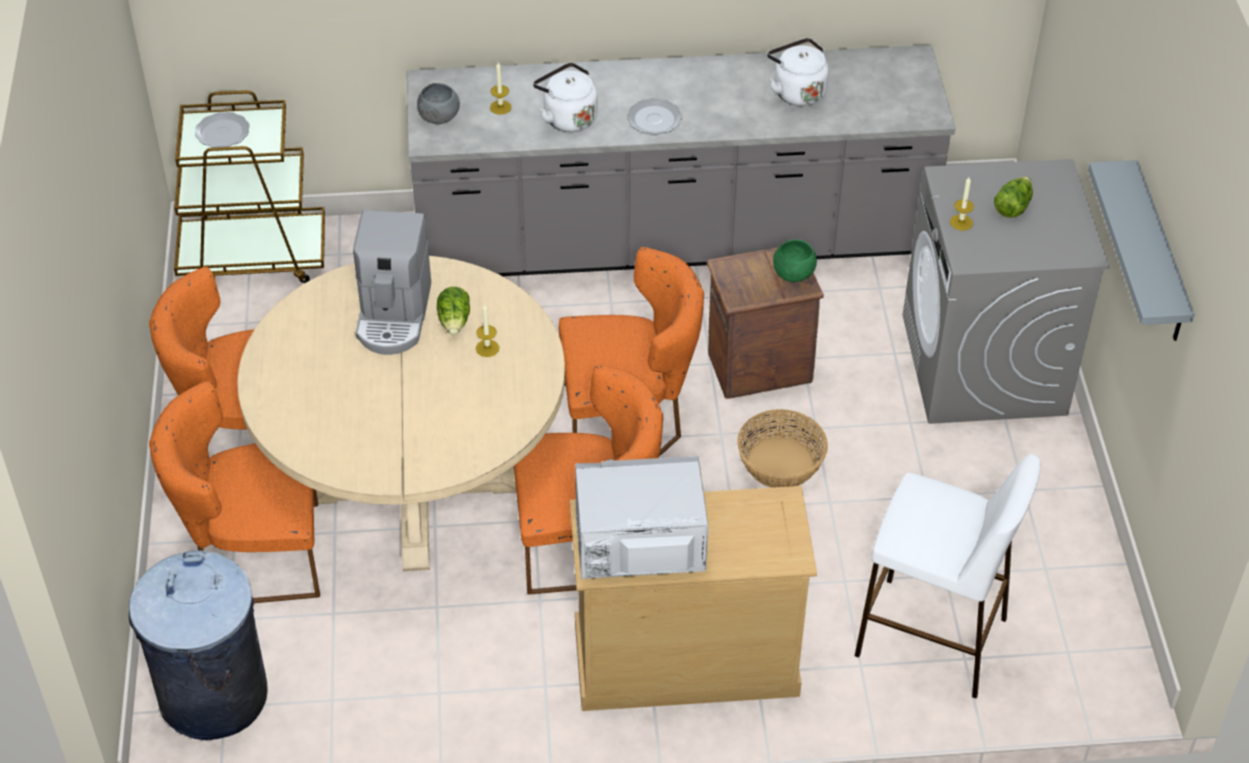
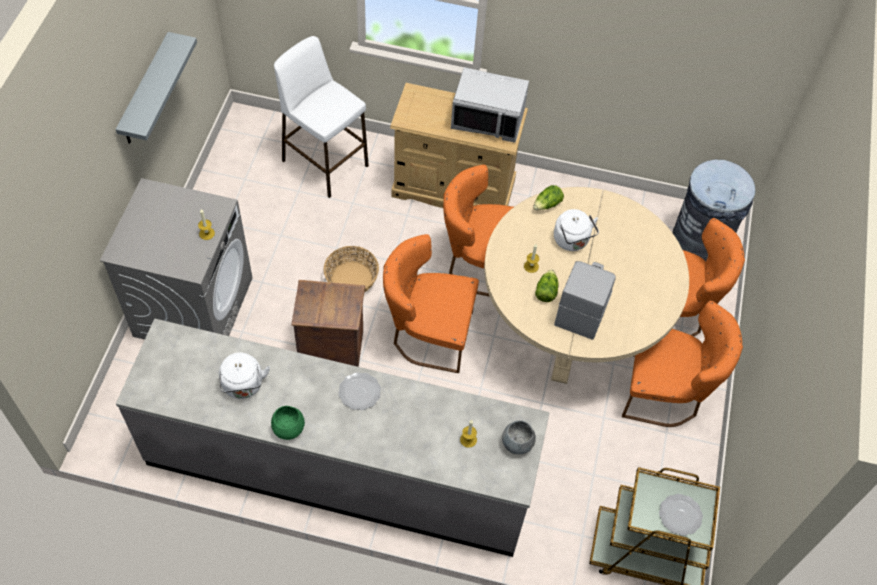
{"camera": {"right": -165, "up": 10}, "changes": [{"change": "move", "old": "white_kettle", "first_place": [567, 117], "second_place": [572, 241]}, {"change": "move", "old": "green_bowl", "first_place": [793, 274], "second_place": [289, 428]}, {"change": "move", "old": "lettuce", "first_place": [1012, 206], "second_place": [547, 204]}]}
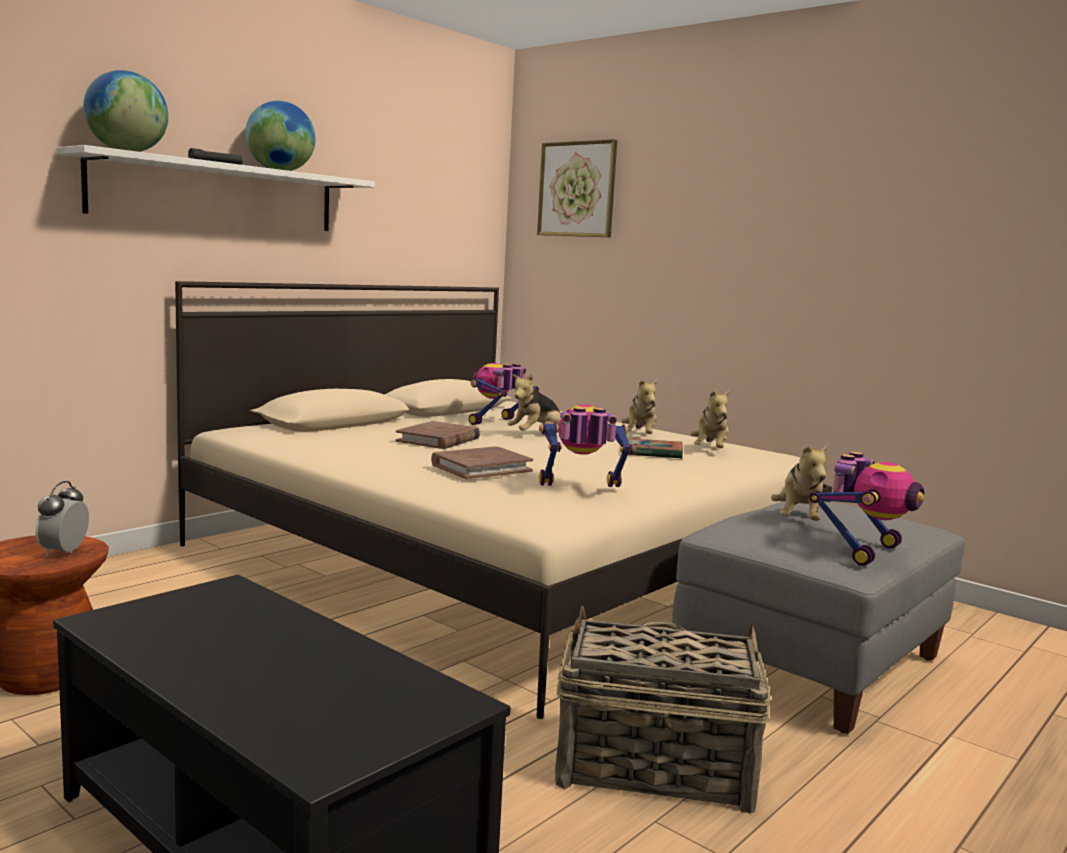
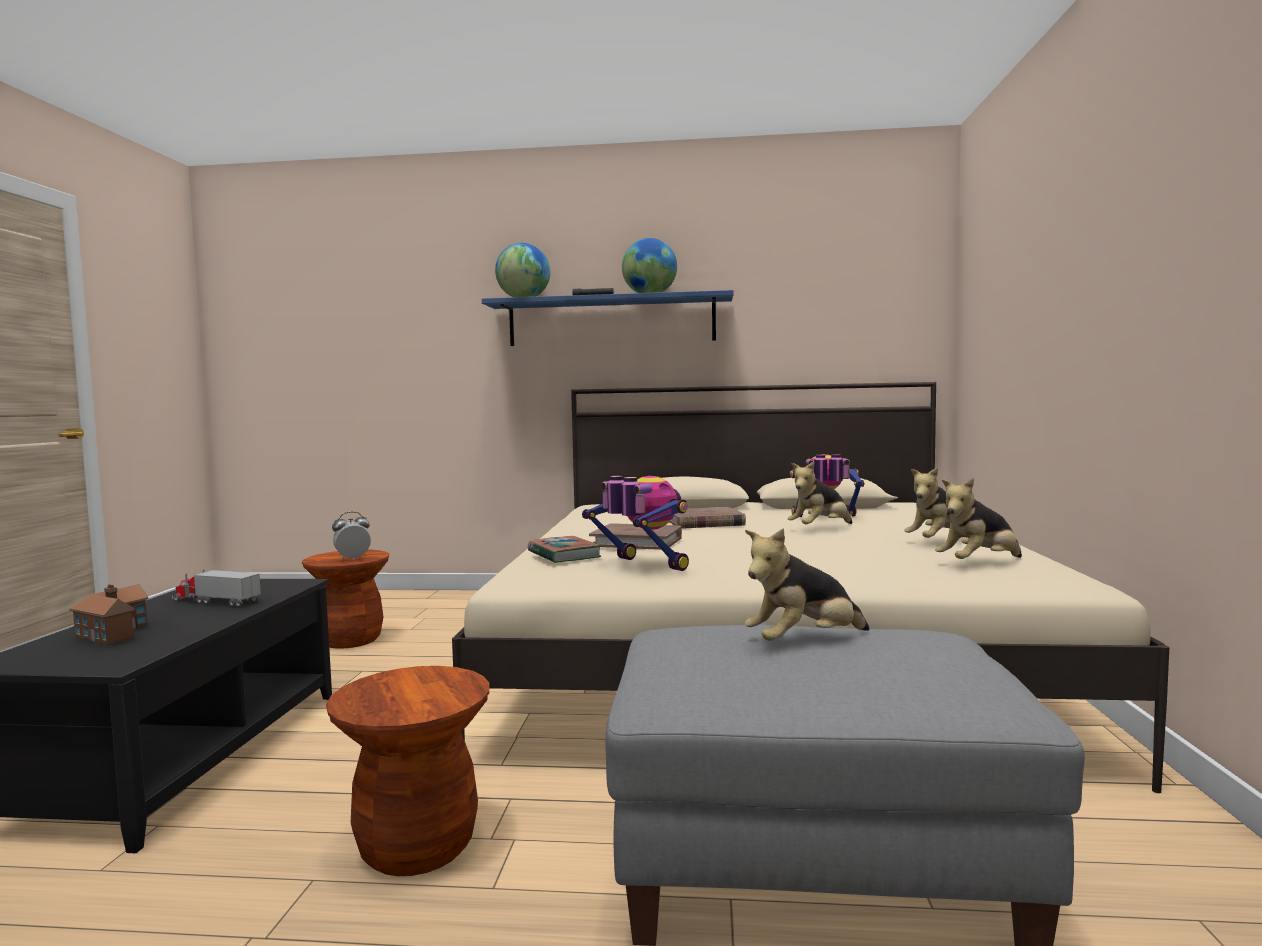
{"camera": {"right": 55, "up": -5}, "changes": [{"change": "recolor", "old": "white_shelf", "new": "blue_shelf", "first_place": [217, 195], "second_place": [611, 321]}, {"change": "rotate", "old": "plush_toy", "first_place": [536, 434], "second_place": [820, 529], "degrees": -45}, {"change": "delete", "old": "picture", "first_place": [577, 189]}, {"change": "replace", "old": "basket", "new": "brown_stool", "first_place": [652, 767], "second_place": [417, 847]}, {"change": "move", "old": "book", "first_place": [653, 453], "second_place": [564, 555]}, {"change": "delete", "old": "toy_robot", "first_place": [863, 552]}, {"change": "insert", "new": "toy_house", "second_place": [113, 633]}, {"change": "insert", "new": "toy_truck", "second_place": [215, 601]}]}
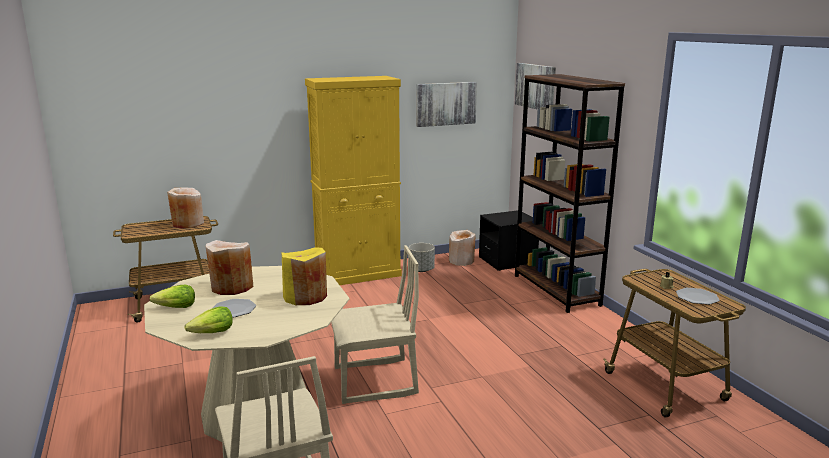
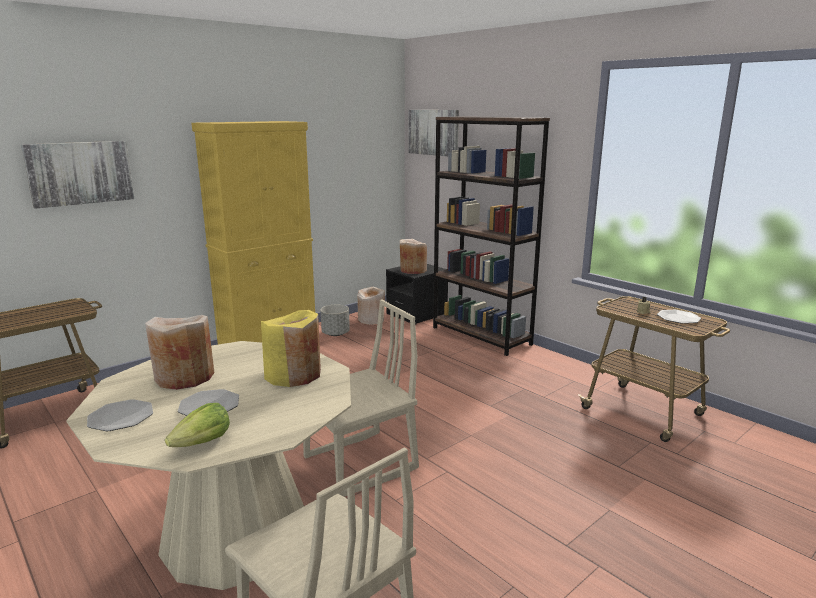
{"camera": {"right": -20, "up": 0}, "changes": [{"change": "replace", "old": "lettuce", "new": "plate", "first_place": [176, 308], "second_place": [121, 417]}, {"change": "move", "old": "beige_vase", "first_place": [187, 224], "second_place": [413, 270]}, {"change": "move", "old": "picture", "first_place": [446, 104], "second_place": [80, 173]}]}
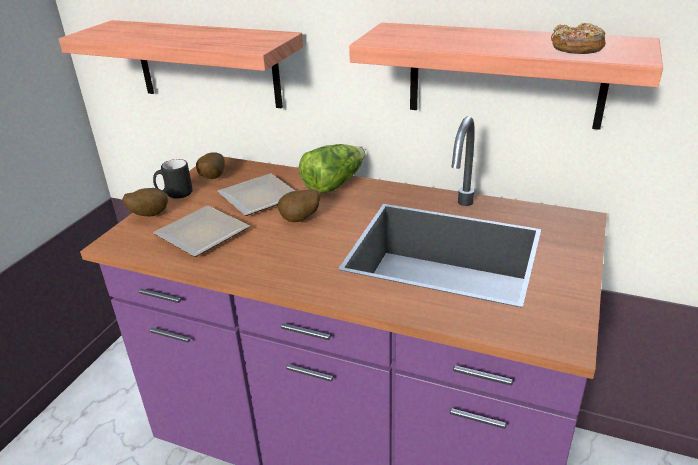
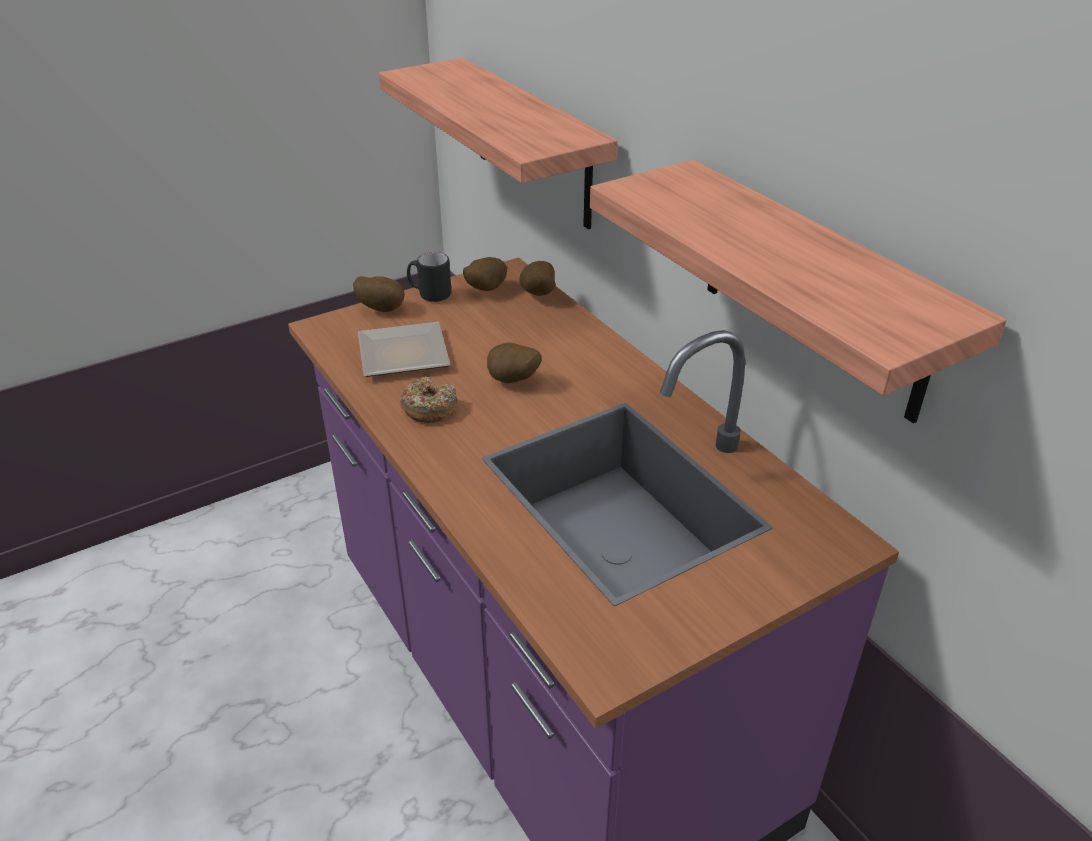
{"camera": {"right": 35, "up": 5}, "changes": [{"change": "delete", "old": "plate", "first_place": [262, 198]}, {"change": "delete", "old": "lettuce", "first_place": [333, 183]}, {"change": "move", "old": "donut", "first_place": [576, 48], "second_place": [429, 408]}, {"change": "insert", "new": "potato", "second_place": [537, 295]}]}
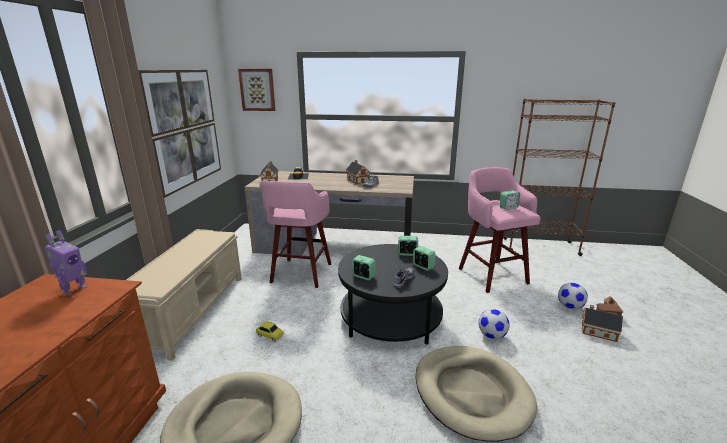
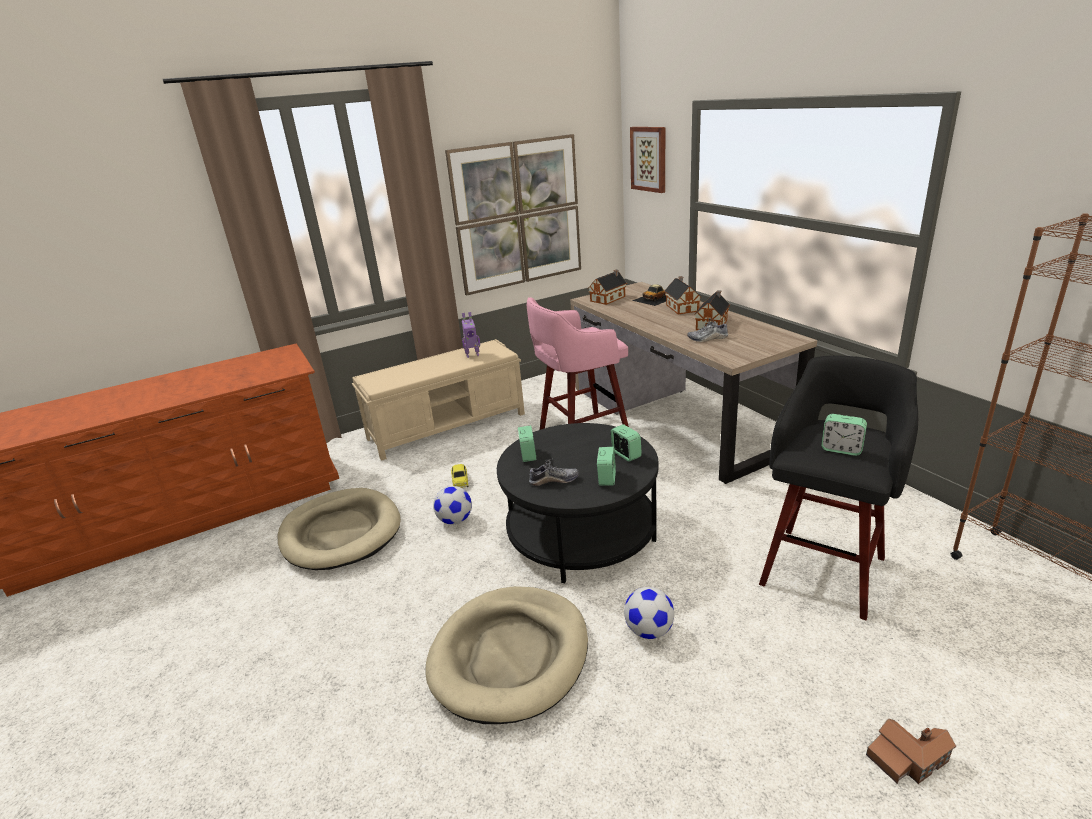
{"camera": {"right": 55, "up": 5}, "changes": [{"change": "move", "old": "toy_robot", "first_place": [74, 290], "second_place": [472, 355]}, {"change": "recolor", "old": "pink_stool", "new": "black_stool", "first_place": [491, 275], "second_place": [824, 568]}, {"change": "move", "old": "football", "first_place": [570, 307], "second_place": [455, 520]}, {"change": "move", "old": "toy_house", "first_place": [597, 331], "second_place": [682, 307]}]}
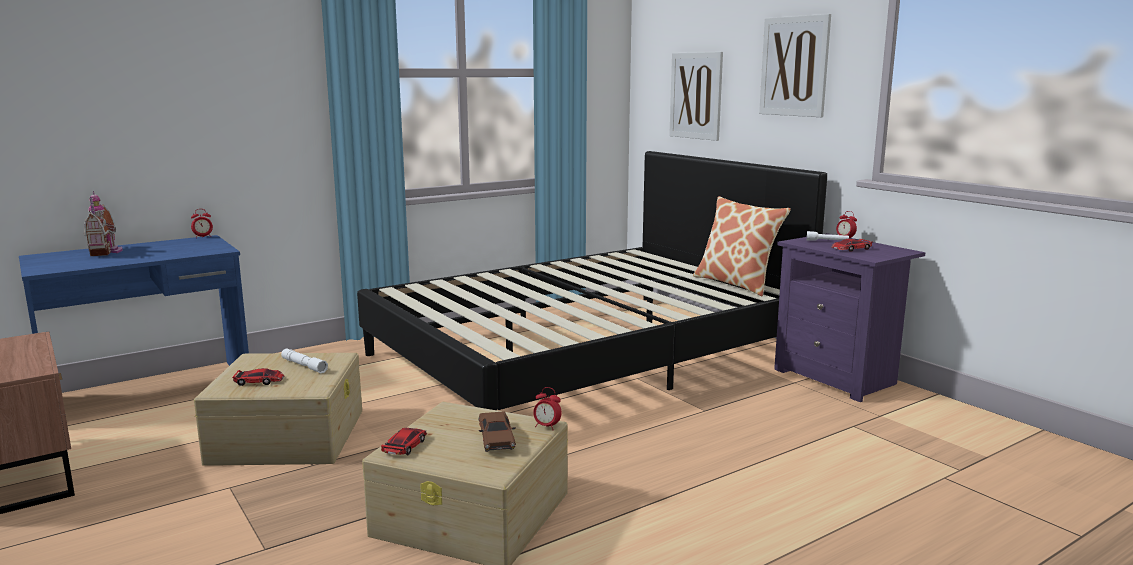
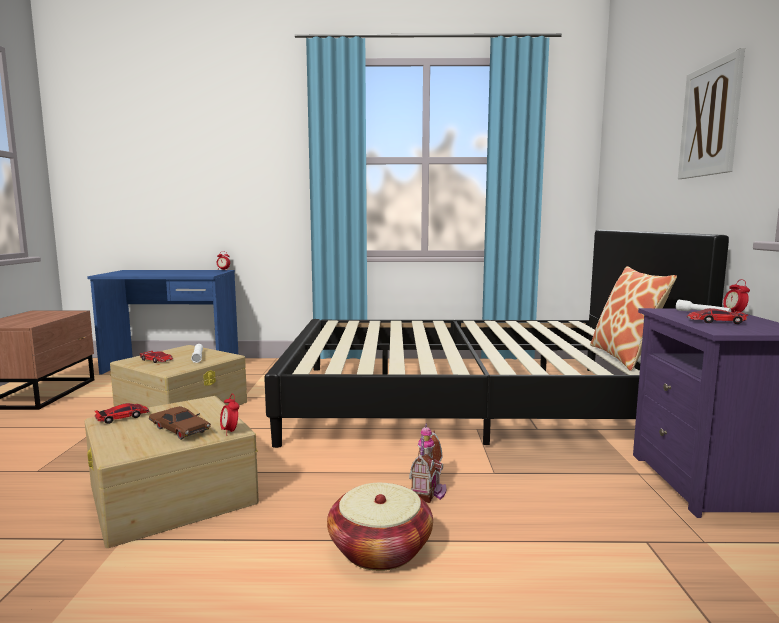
{"camera": {"right": 35, "up": -5}, "changes": [{"change": "move", "old": "toy_house", "first_place": [107, 251], "second_place": [430, 492]}, {"change": "rotate", "old": "brown_toy_car", "first_place": [496, 439], "second_place": [179, 430], "degrees": -75}, {"change": "delete", "old": "picture", "first_place": [696, 95]}, {"change": "insert", "new": "basket", "second_place": [380, 549]}]}
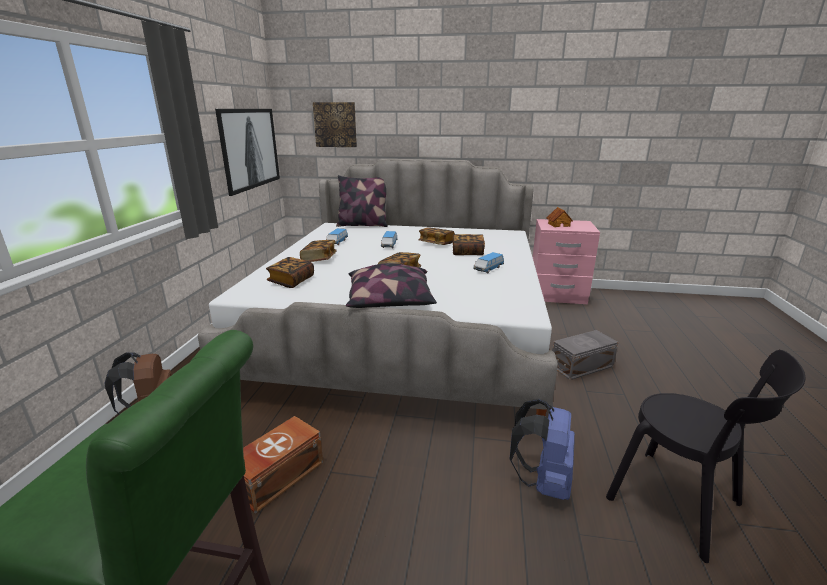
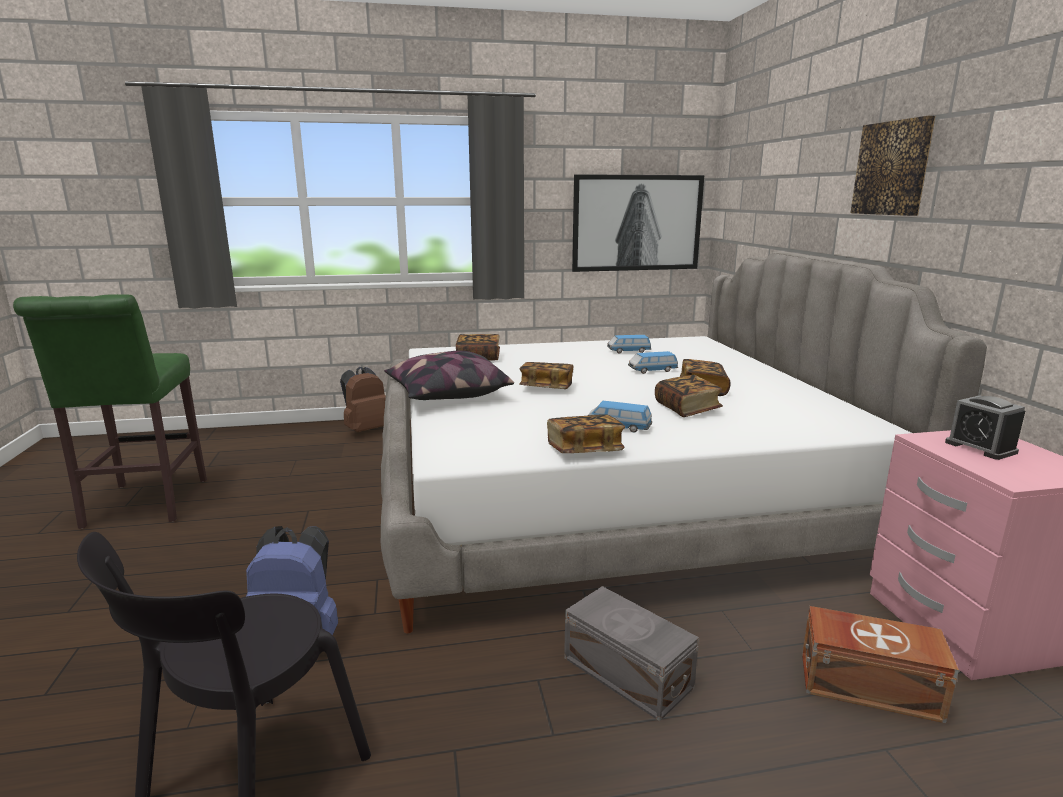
{"camera": {"right": 70, "up": -5}, "changes": [{"change": "move", "old": "brown_storage_box", "first_place": [277, 476], "second_place": [866, 684]}, {"change": "move", "old": "book", "first_place": [319, 259], "second_place": [584, 450]}, {"change": "move", "old": "picture", "first_place": [335, 124], "second_place": [893, 168]}, {"change": "delete", "old": "pillow", "first_place": [362, 225]}, {"change": "replace", "old": "toy_house", "new": "alarm_clock", "first_place": [558, 224], "second_place": [980, 447]}]}
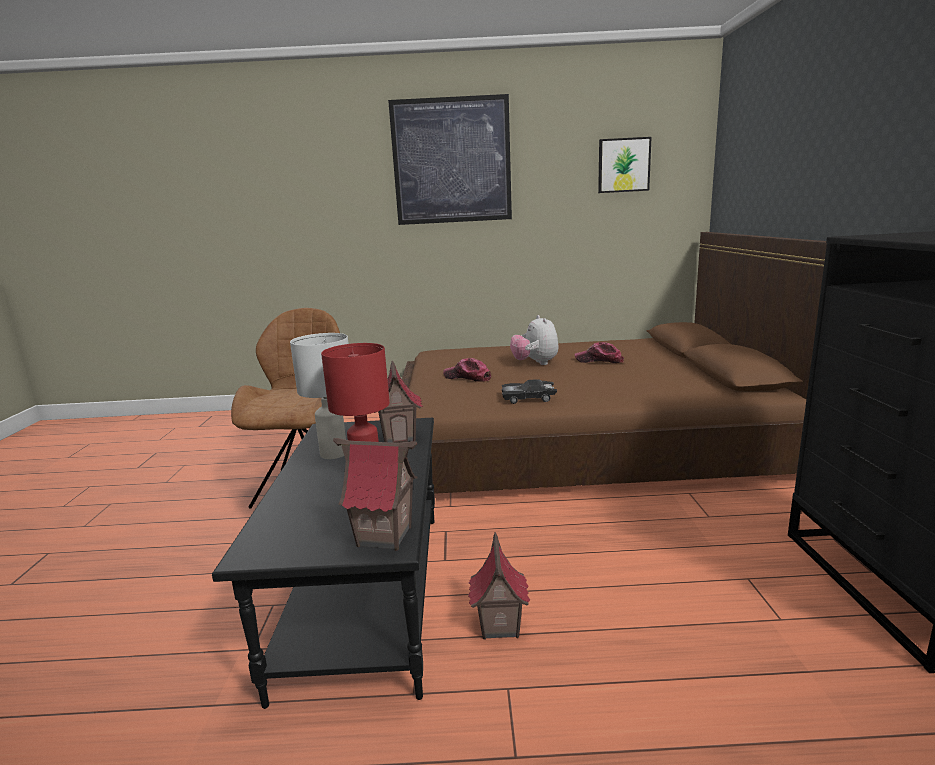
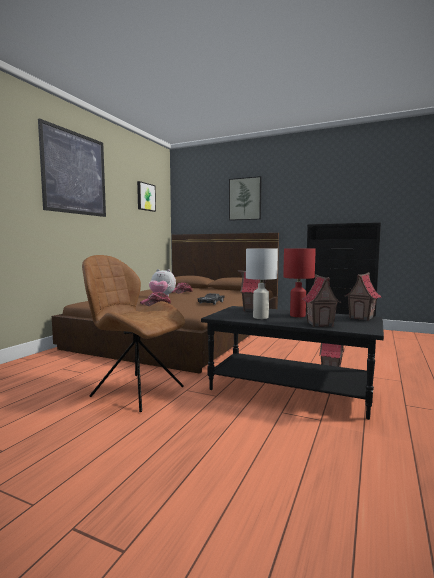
{"camera": {"right": -65, "up": -10}, "changes": [{"change": "insert", "new": "picture", "second_place": [245, 199]}, {"change": "insert", "new": "toy_house", "second_place": [320, 324]}]}
